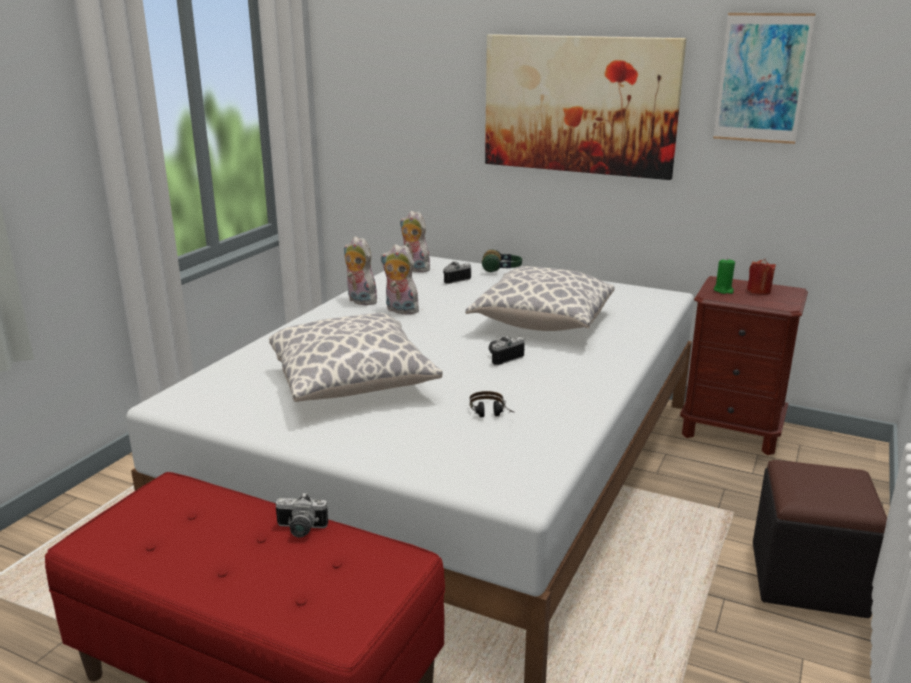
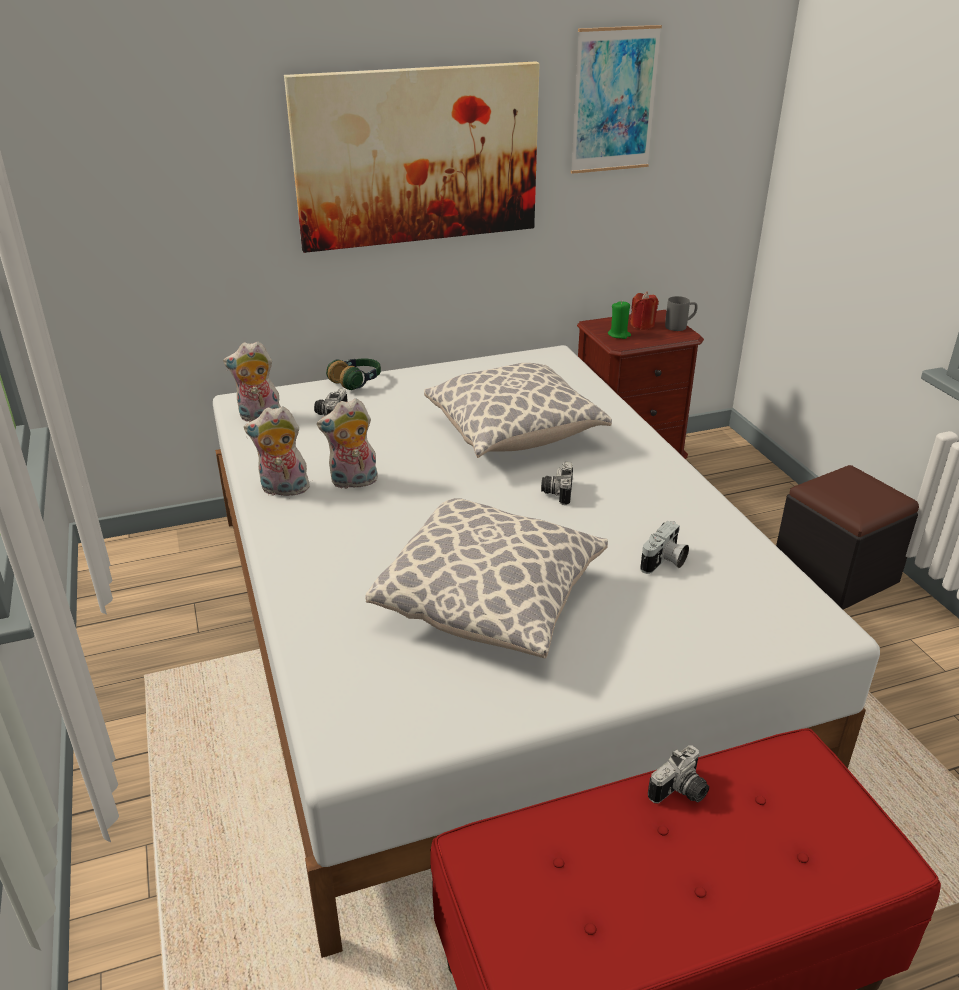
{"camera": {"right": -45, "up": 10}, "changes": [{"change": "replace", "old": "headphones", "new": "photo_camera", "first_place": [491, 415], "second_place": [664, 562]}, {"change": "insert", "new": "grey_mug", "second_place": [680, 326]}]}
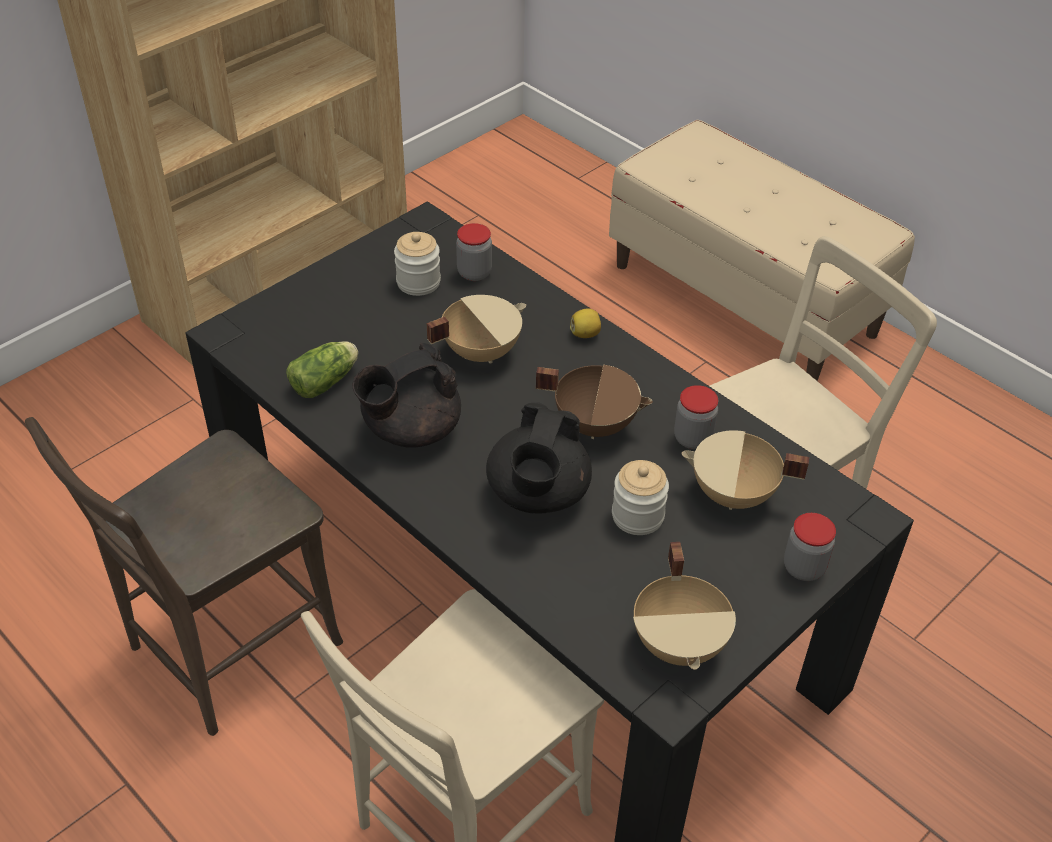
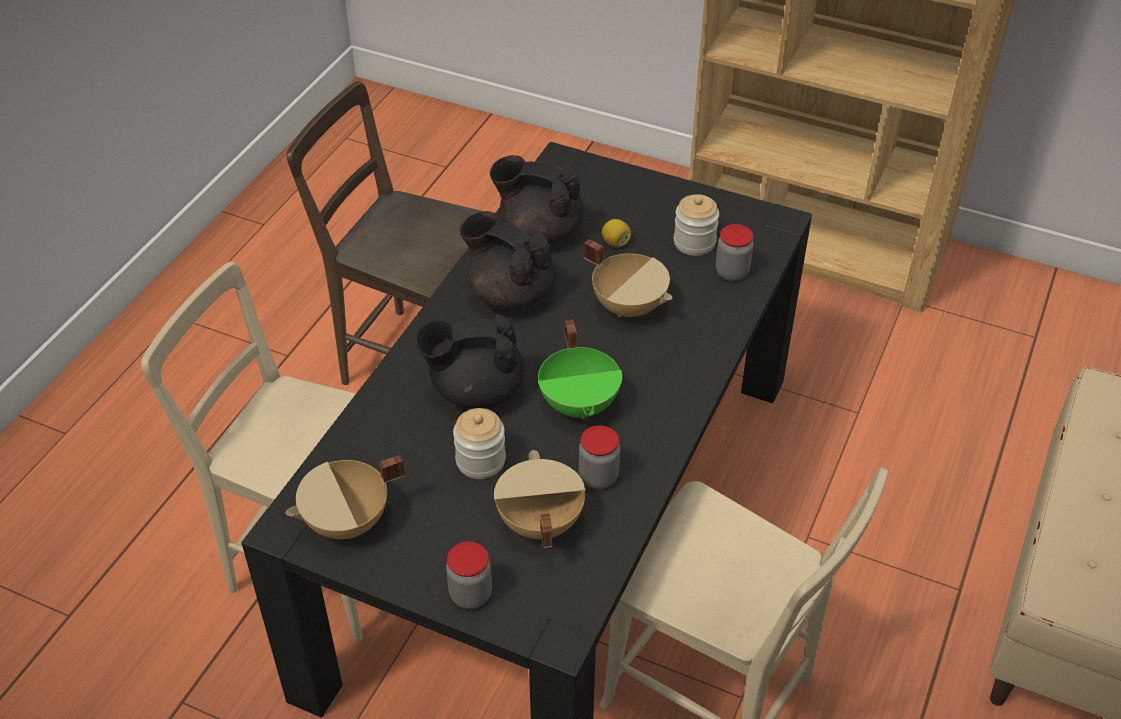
{"camera": {"right": 70, "up": 0}, "changes": [{"change": "replace", "old": "lettuce", "new": "black_teapot", "first_place": [327, 381], "second_place": [539, 230]}, {"change": "recolor", "old": "brown_cooking_pot", "new": "green_cooking_pot", "first_place": [595, 423], "second_place": [580, 404]}, {"change": "move", "old": "lemon", "first_place": [585, 334], "second_place": [615, 243]}]}
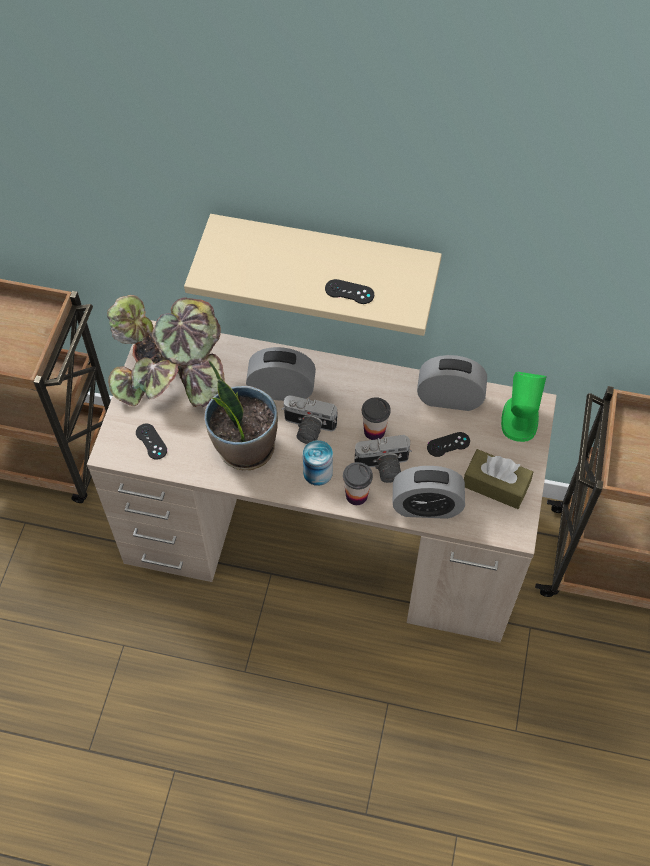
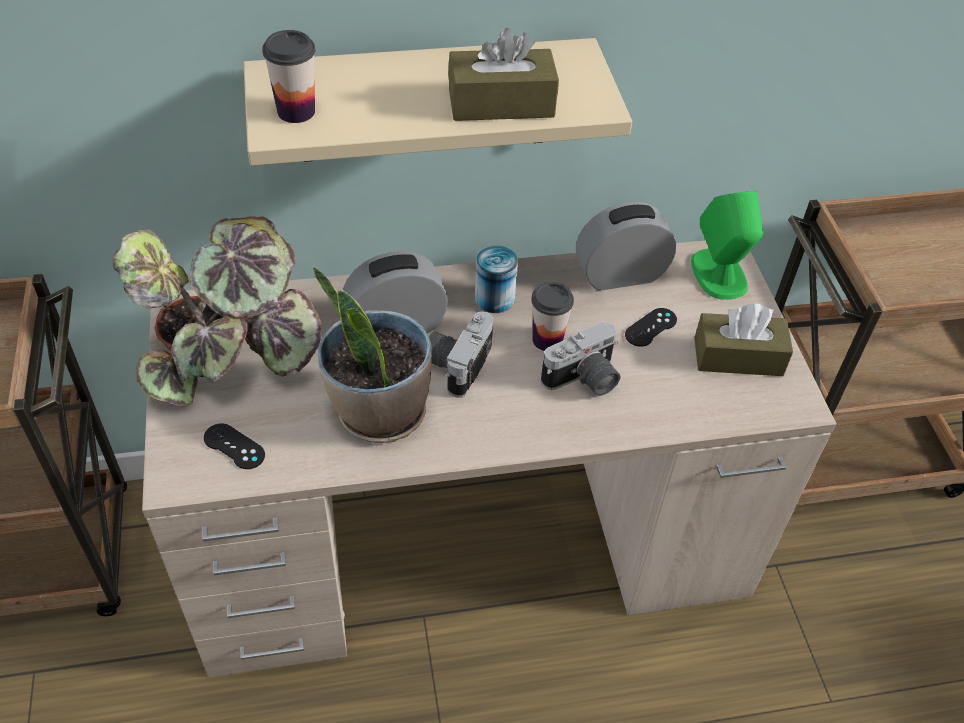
{"camera": {"right": -25, "up": -10}, "changes": [{"change": "rotate", "old": "photo_camera", "first_place": [307, 429], "second_place": [456, 363], "degrees": 120}, {"change": "move", "old": "can", "first_place": [317, 472], "second_place": [494, 298]}, {"change": "replace", "old": "black_game_controller", "new": "brown_tissue_box", "first_place": [349, 292], "second_place": [501, 103]}, {"change": "move", "old": "cup", "first_place": [356, 495], "second_place": [296, 111]}, {"change": "delete", "old": "alarm_clock", "first_place": [426, 506]}]}
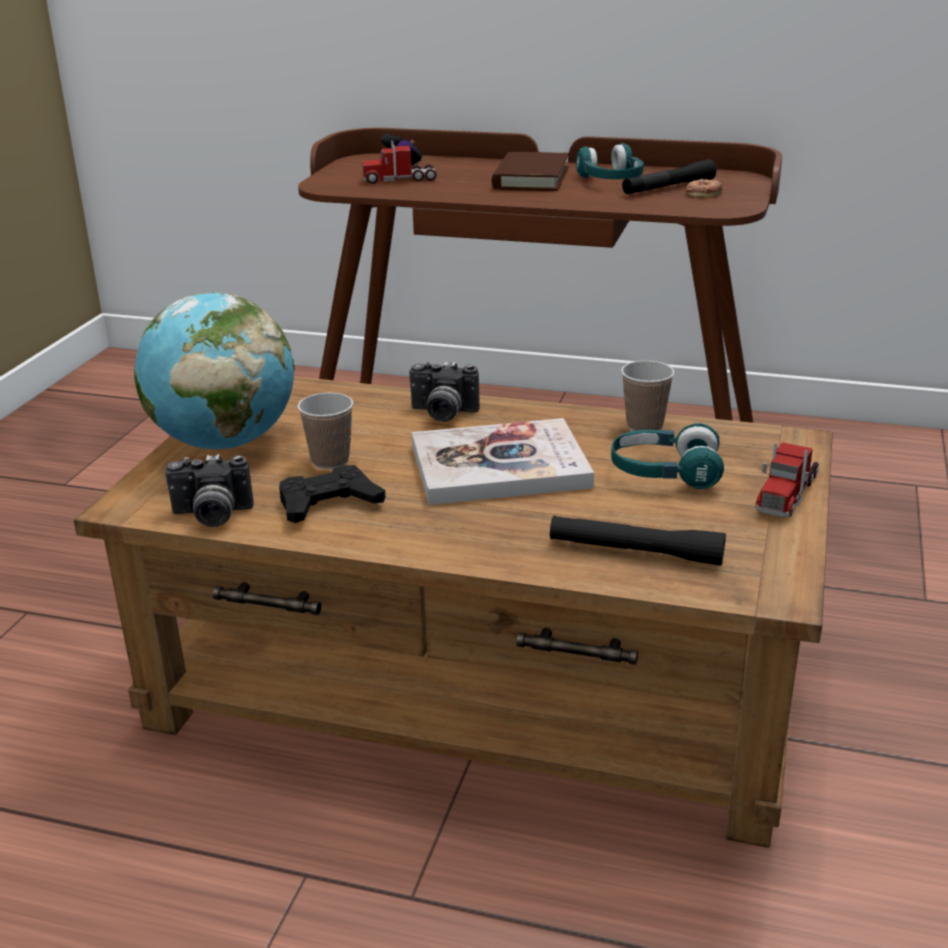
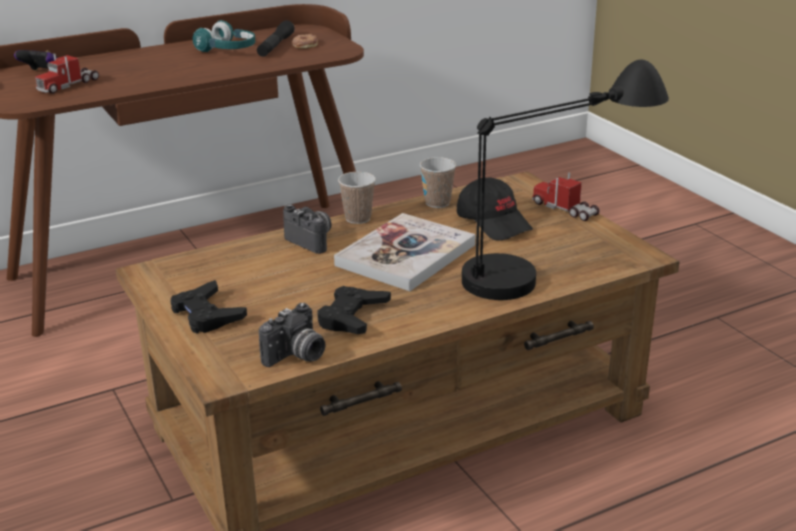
{"camera": {"right": -45, "up": 0}, "changes": [{"change": "replace", "old": "globe", "new": "black_game_controller", "first_place": [224, 442], "second_place": [207, 314]}, {"change": "move", "old": "cup", "first_place": [330, 461], "second_place": [358, 218]}, {"change": "rotate", "old": "photo_camera", "first_place": [442, 414], "second_place": [313, 240], "degrees": -105}, {"change": "delete", "old": "brown_book", "first_place": [531, 178]}, {"change": "replace", "old": "black_flashlight", "new": "black_table_lamp", "first_place": [635, 551], "second_place": [553, 266]}, {"change": "replace", "old": "turquoise_headphones", "new": "black_cap", "first_place": [665, 473], "second_place": [494, 223]}, {"change": "rotate", "old": "toy_truck", "first_place": [787, 494], "second_place": [564, 209], "degrees": 150}]}
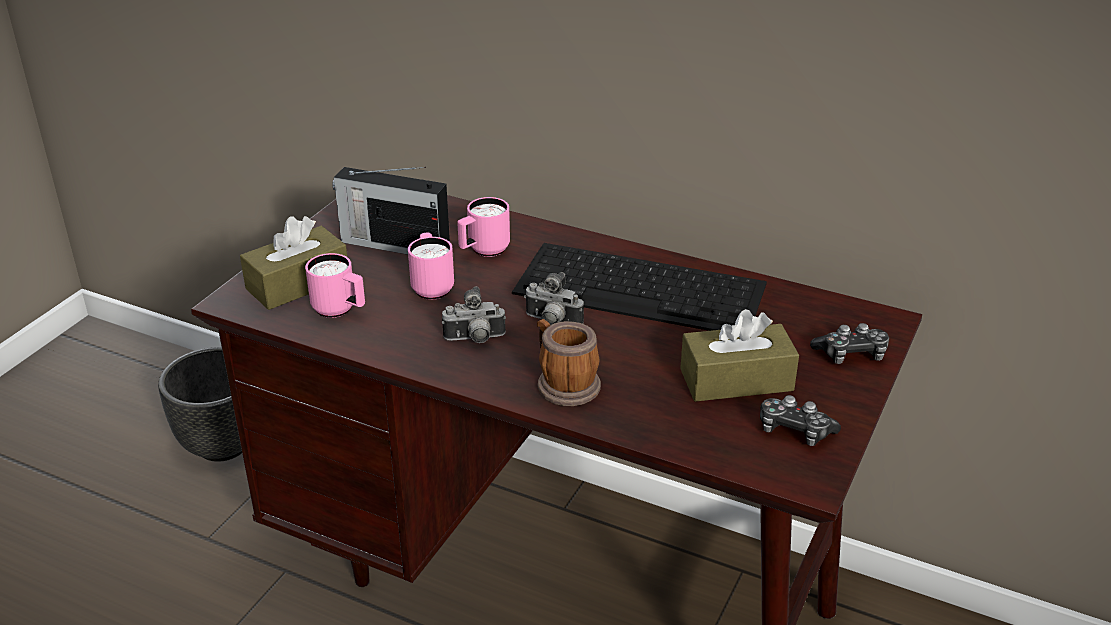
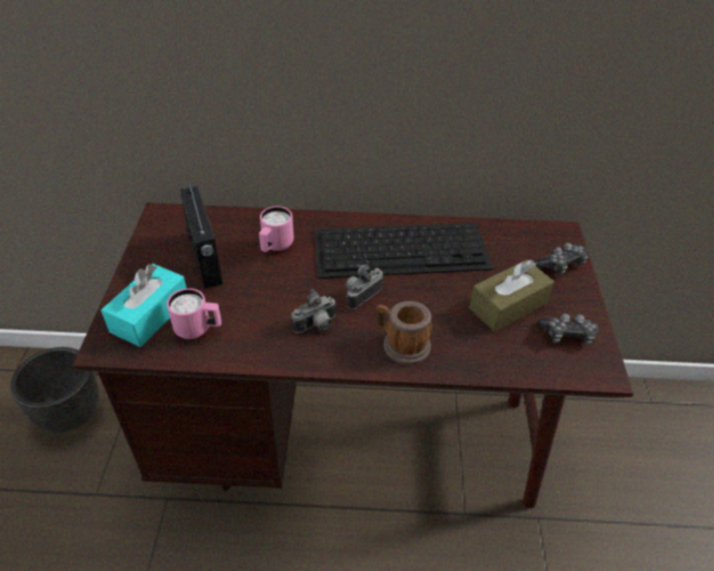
{"camera": {"right": -25, "up": 10}, "changes": [{"change": "recolor", "old": "brown_tissue_box", "new": "turquoise_tissue_box", "first_place": [298, 283], "second_place": [150, 315]}, {"change": "rotate", "old": "radio", "first_place": [393, 245], "second_place": [205, 259], "degrees": -105}, {"change": "delete", "old": "pink_mug", "first_place": [431, 286]}, {"change": "rotate", "old": "photo_camera", "first_place": [552, 322], "second_place": [361, 295], "degrees": 135}]}
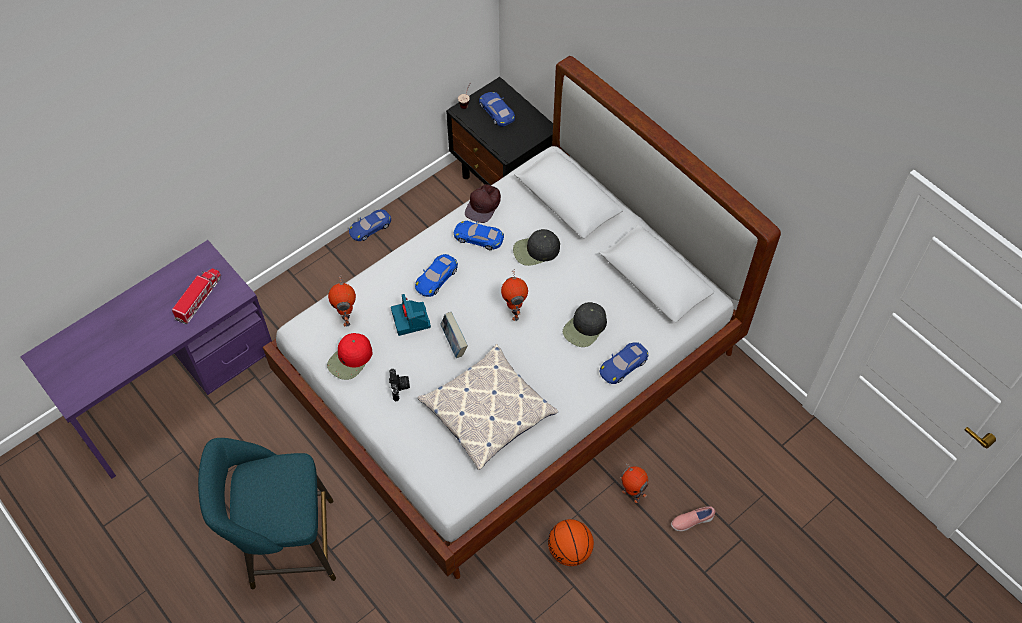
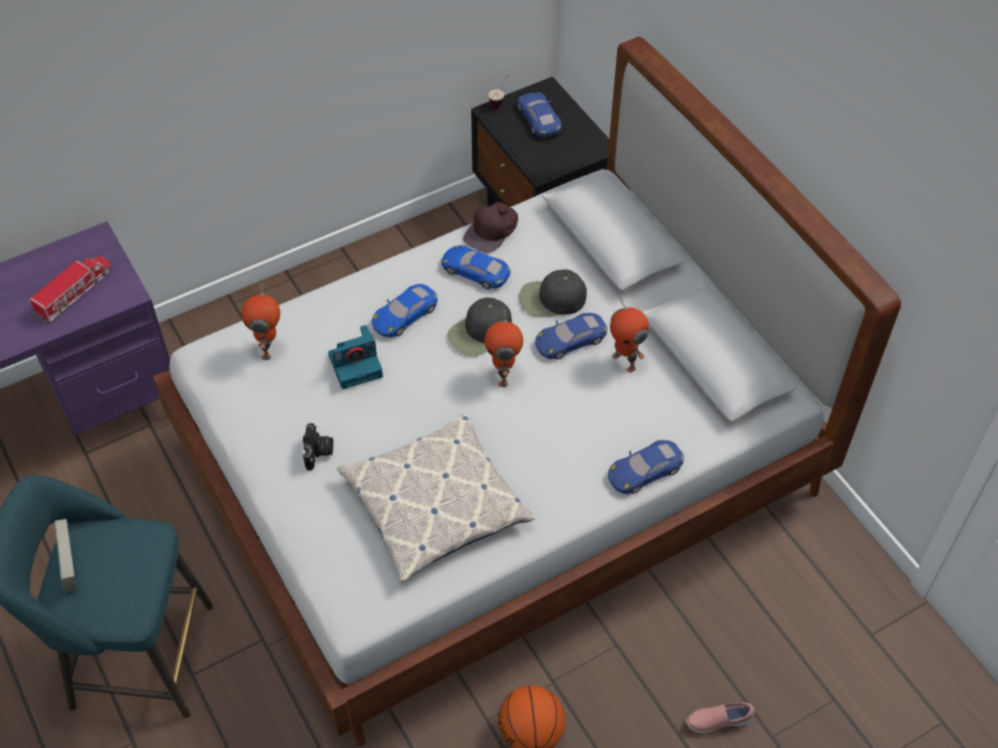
{"camera": {"right": 10, "up": -5}, "changes": [{"change": "delete", "old": "red_cap", "first_place": [350, 359]}, {"change": "move", "old": "blue_toy_car", "first_place": [370, 227], "second_place": [570, 340]}, {"change": "rotate", "old": "photo_camera", "first_place": [411, 320], "second_place": [356, 364], "degrees": -105}, {"change": "move", "old": "book", "first_place": [454, 343], "second_place": [71, 568]}, {"change": "move", "old": "black_cap", "first_place": [585, 327], "second_place": [480, 332]}, {"change": "move", "old": "toy_robot", "first_place": [631, 494], "second_place": [625, 361]}]}
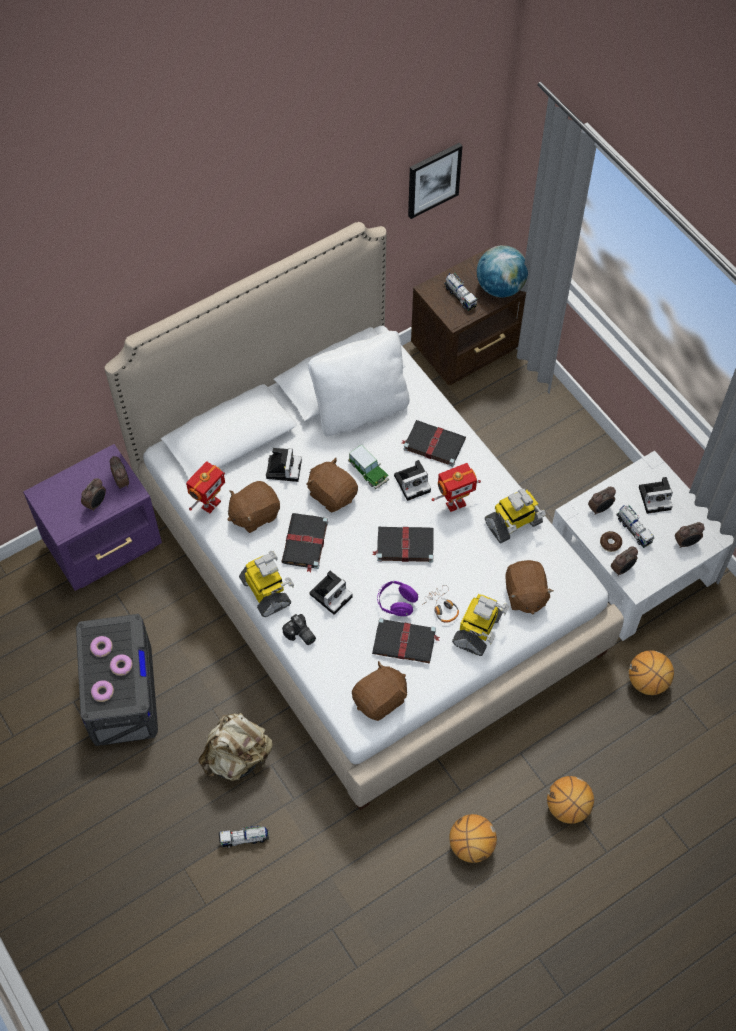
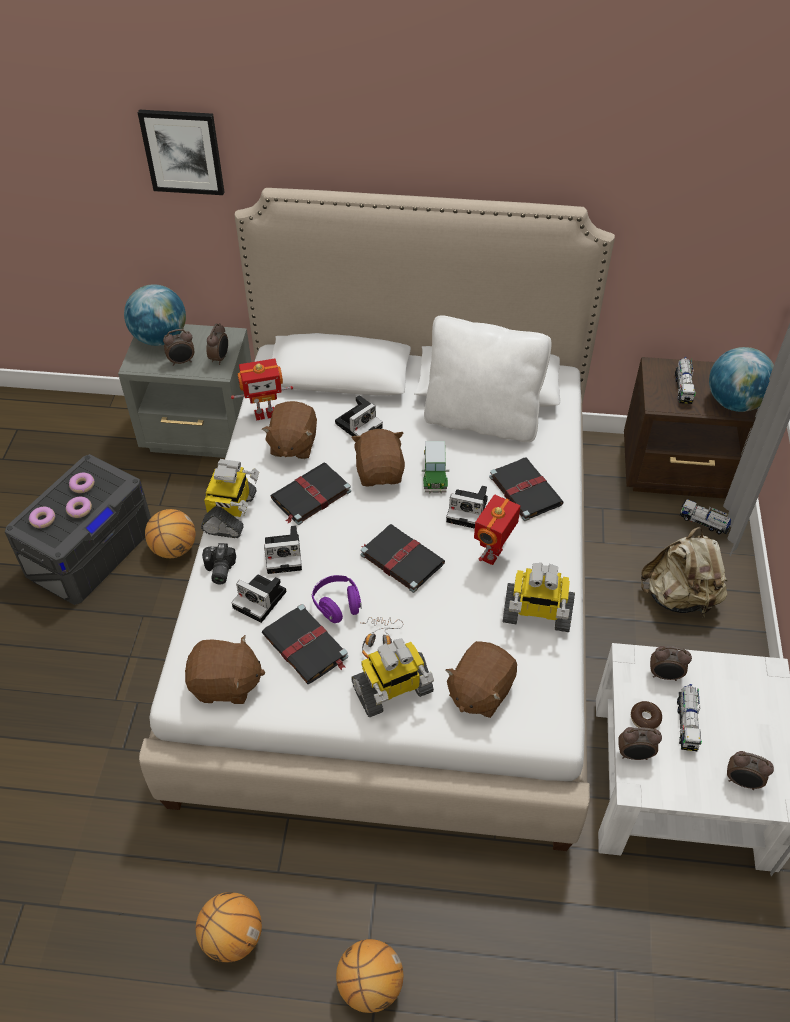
{"camera": {"right": 40, "up": -10}, "changes": [{"change": "recolor", "old": "purple_nightstand", "new": "grey_nightstand", "first_place": [106, 546], "second_place": [202, 433]}, {"change": "move", "old": "beige_backpack", "first_place": [237, 757], "second_place": [679, 597]}, {"change": "move", "old": "toy_truck", "first_place": [244, 839], "second_place": [703, 522]}, {"change": "rotate", "old": "brown_plush_toy", "first_place": [254, 514], "second_place": [292, 444], "degrees": -90}, {"change": "move", "old": "picture", "first_place": [433, 179], "second_place": [183, 151]}, {"change": "rotate", "old": "toy_robot", "first_place": [455, 503], "second_place": [492, 555], "degrees": 105}, {"change": "move", "old": "basketball", "first_place": [647, 682], "second_place": [174, 549]}, {"change": "move", "old": "photo_camera", "first_place": [656, 497], "second_place": [261, 600]}, {"change": "insert", "new": "globe", "second_place": [160, 338]}]}
